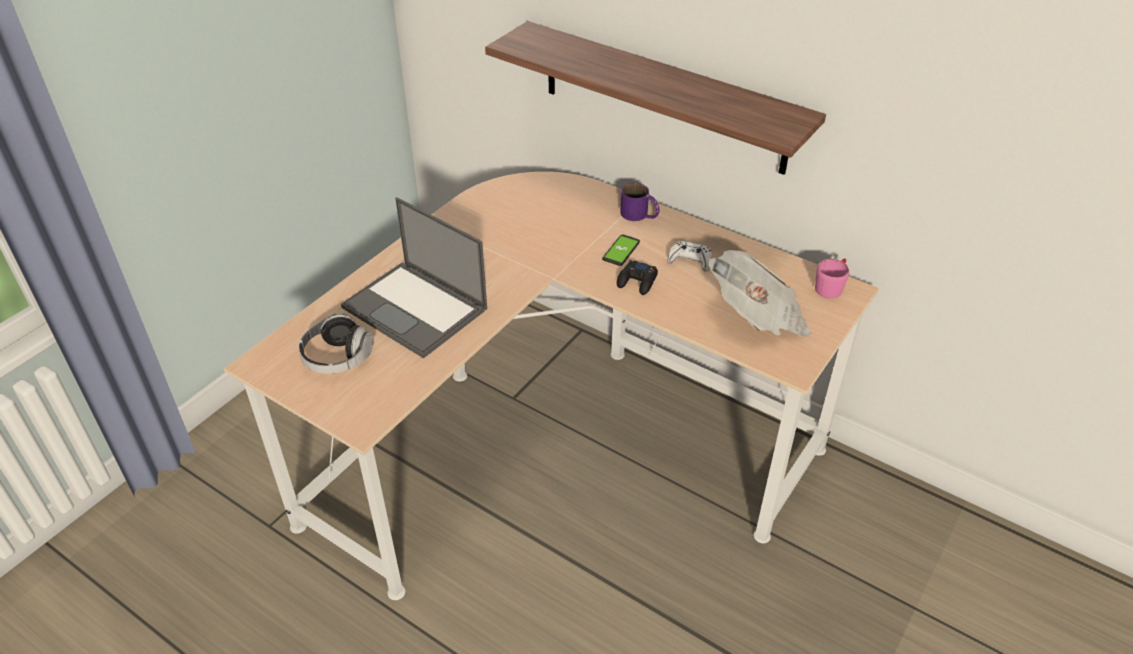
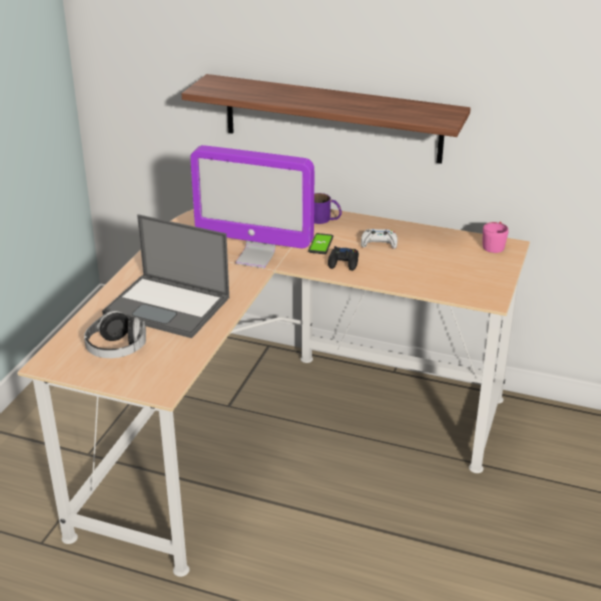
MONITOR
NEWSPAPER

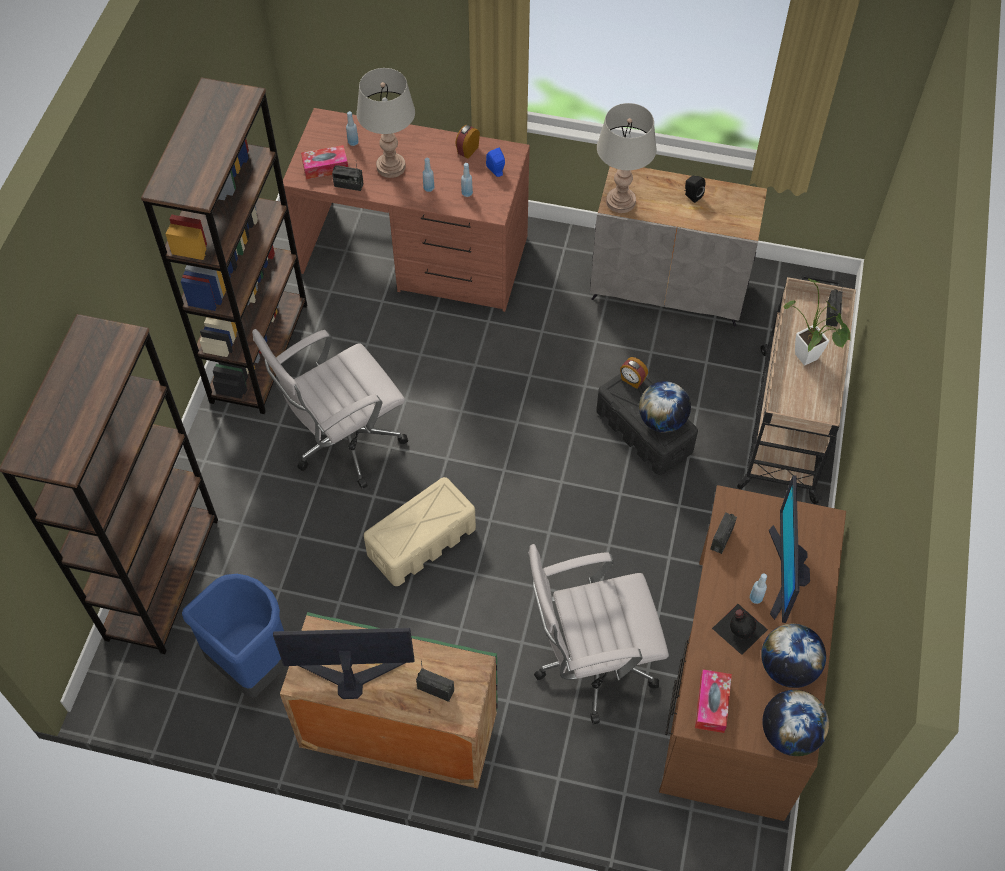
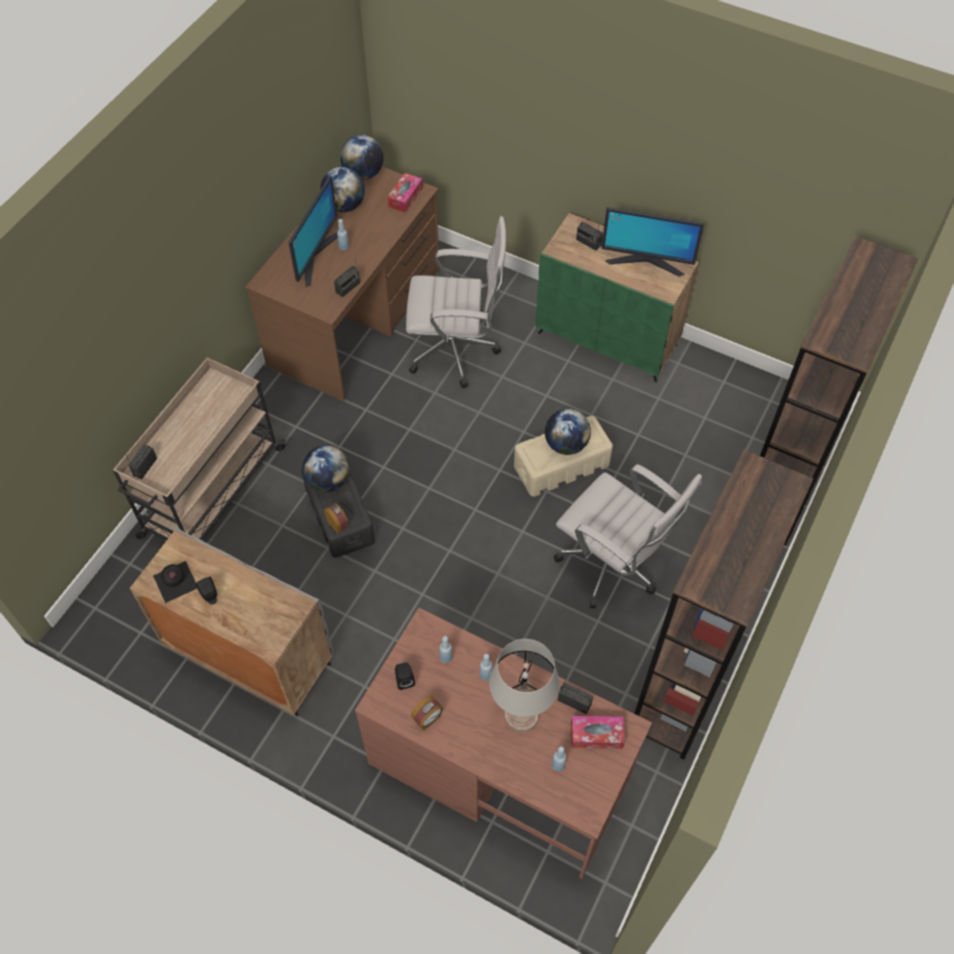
BLACK BOTTLE
BLACK SPEAKER (2nd from left)
GLOBE (4th from left)
WHITE OFFICE CHAIR (2nd from left)
BLUE TRASH CAN
GREY TABLE LAMP (2nd from left in the first image)
POTTED PLANT

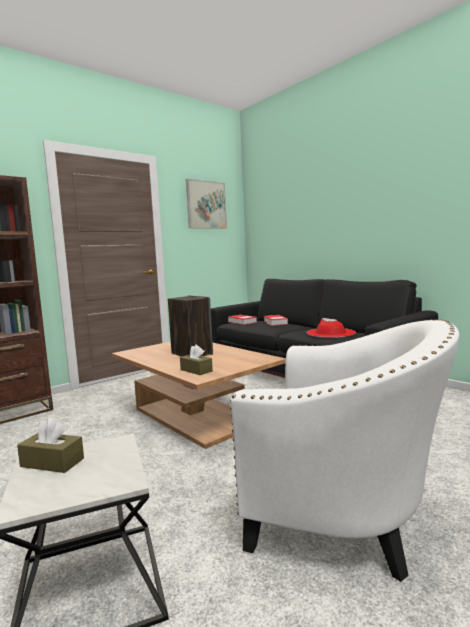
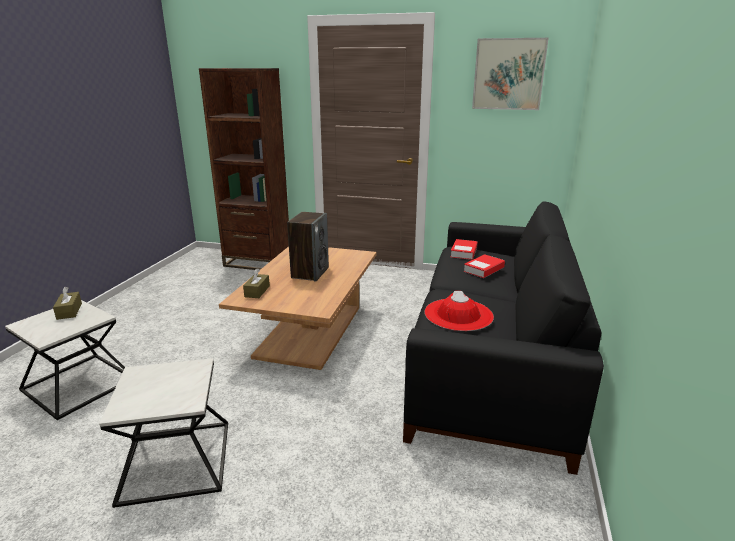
SIDE TABLE (2nd from left)

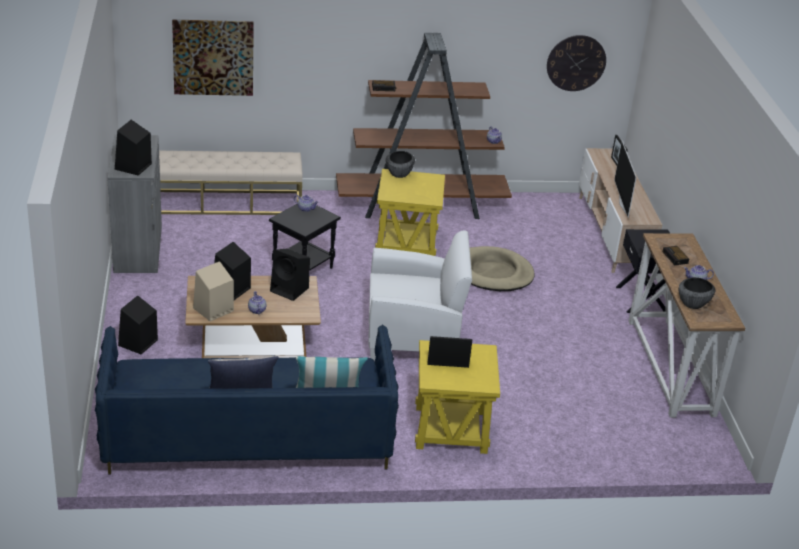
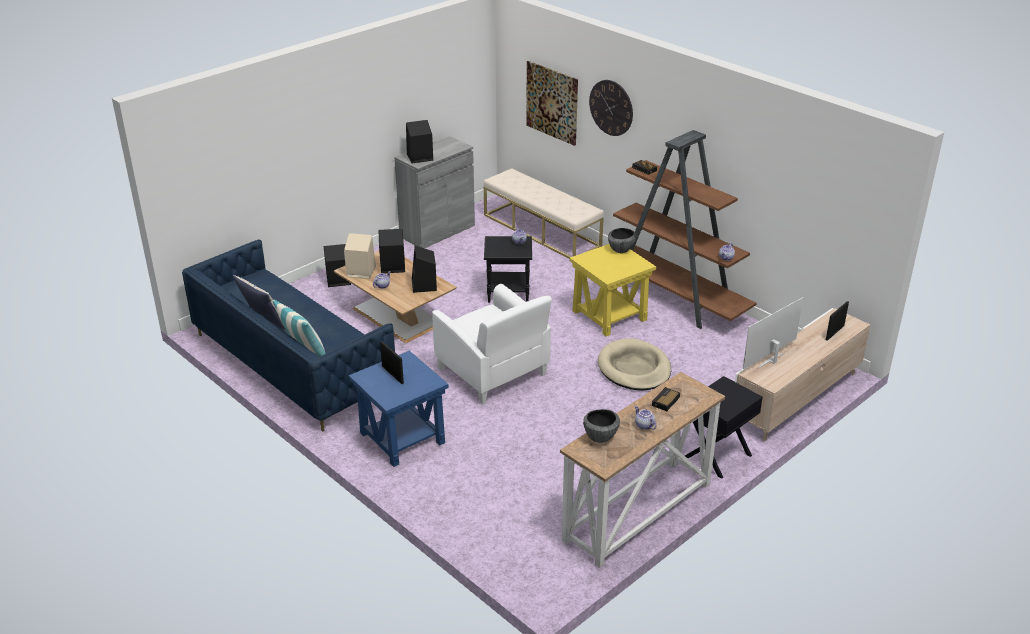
BLUE SIDE TABLE
WALL CLOCK

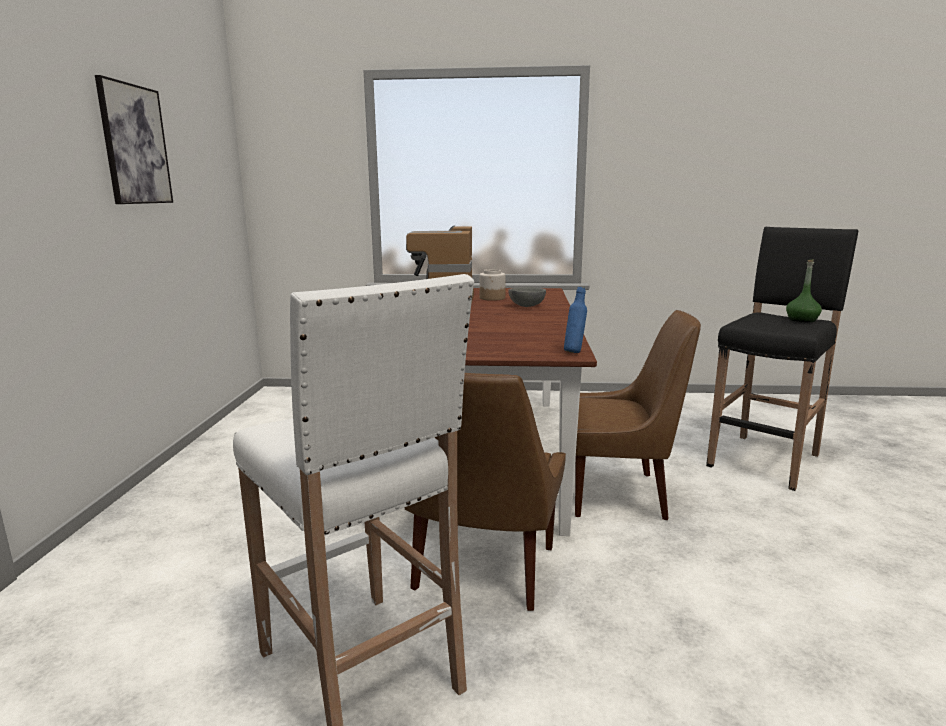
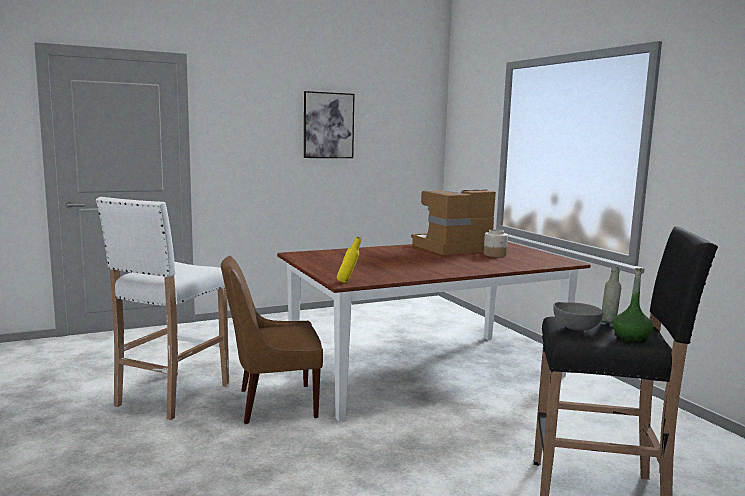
YELLOW BOTTLE
GREY BOWL
GREY BOTTLE
BROWN CHAIR (2nd from left in the first image)

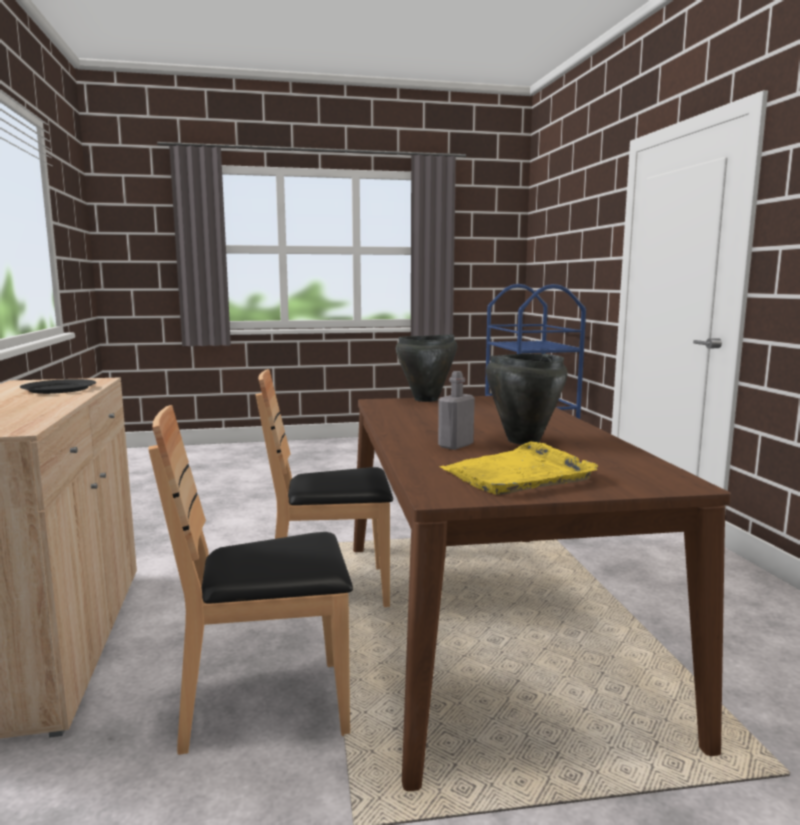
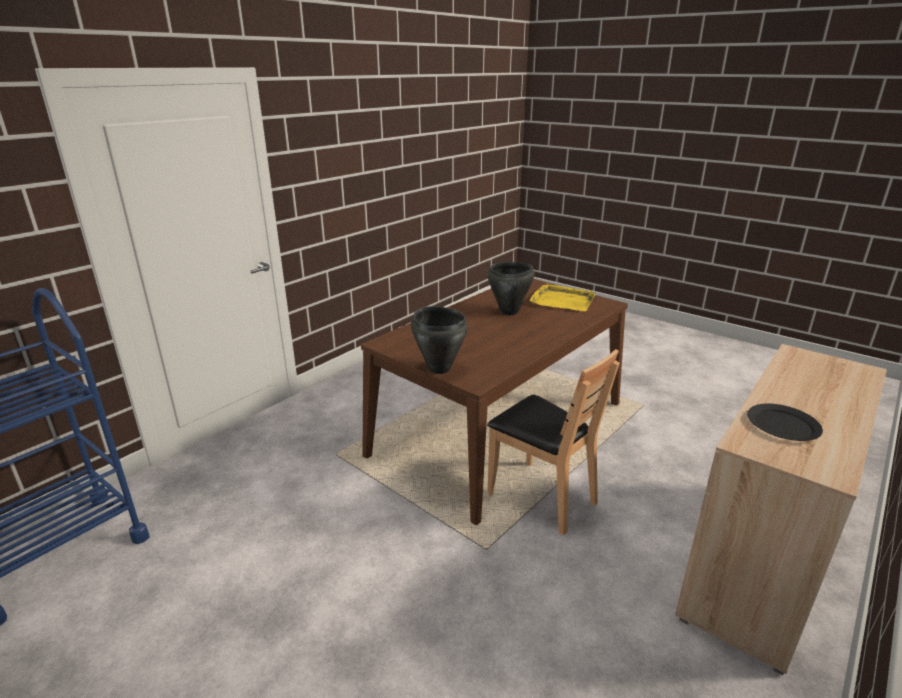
BROWN CHAIR (1st from left in the first image)
GREY BOTTLE

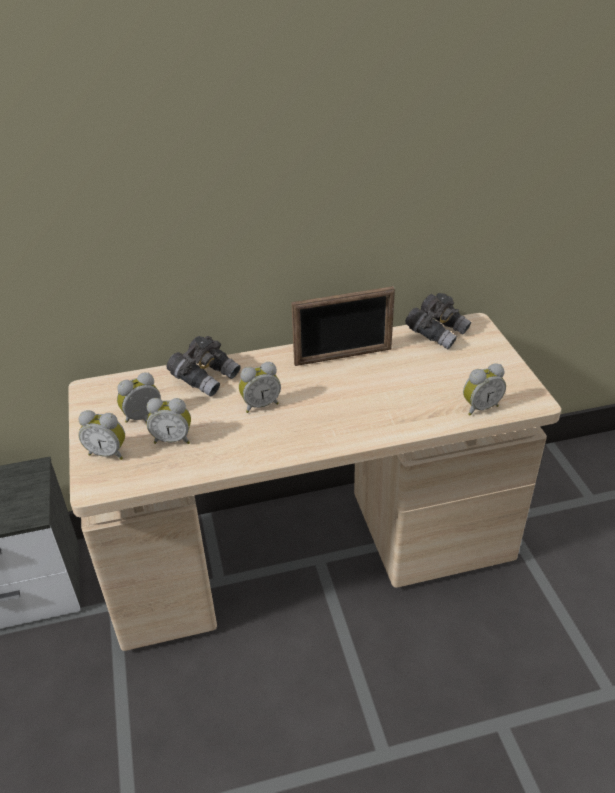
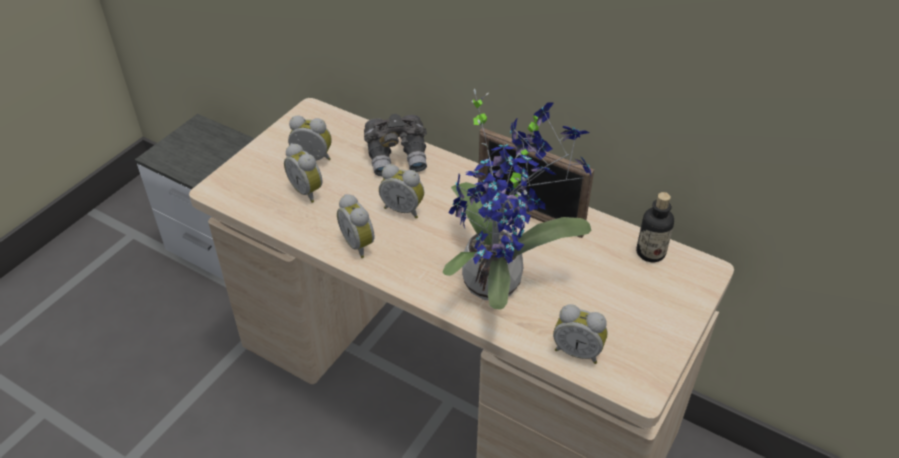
ALARM CLOCK (3rd from left)
POTTED PLANT
BOTTLE

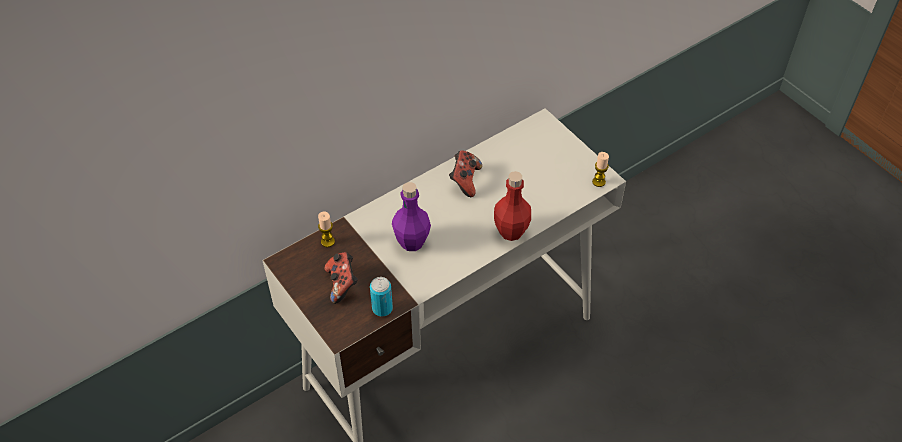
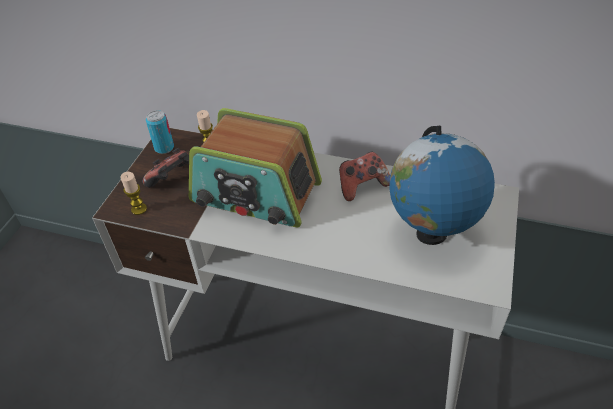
CANDLE (1st from left)
CAN
RADIO
GLOBE
RED BOTTLE

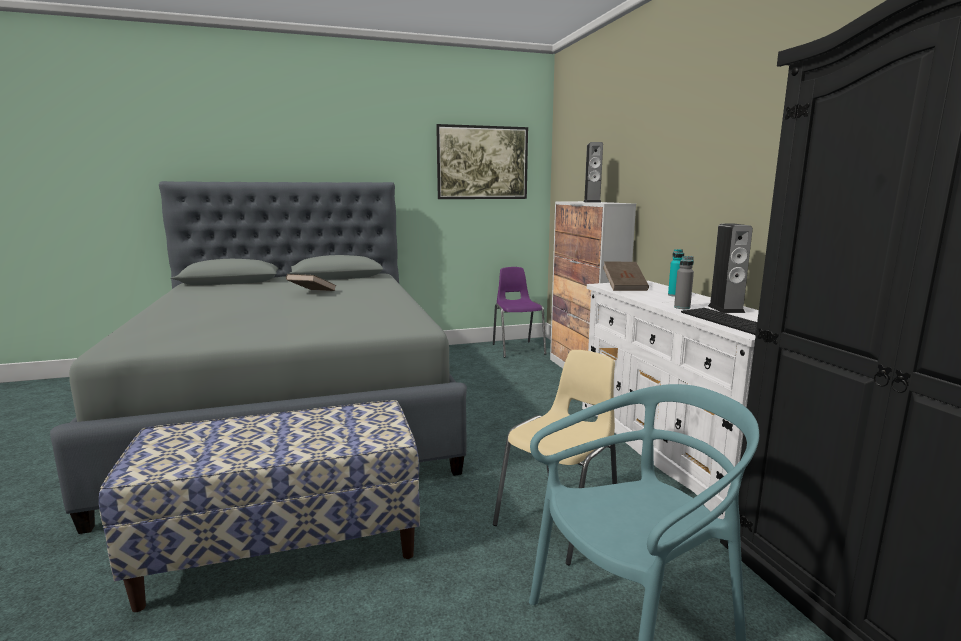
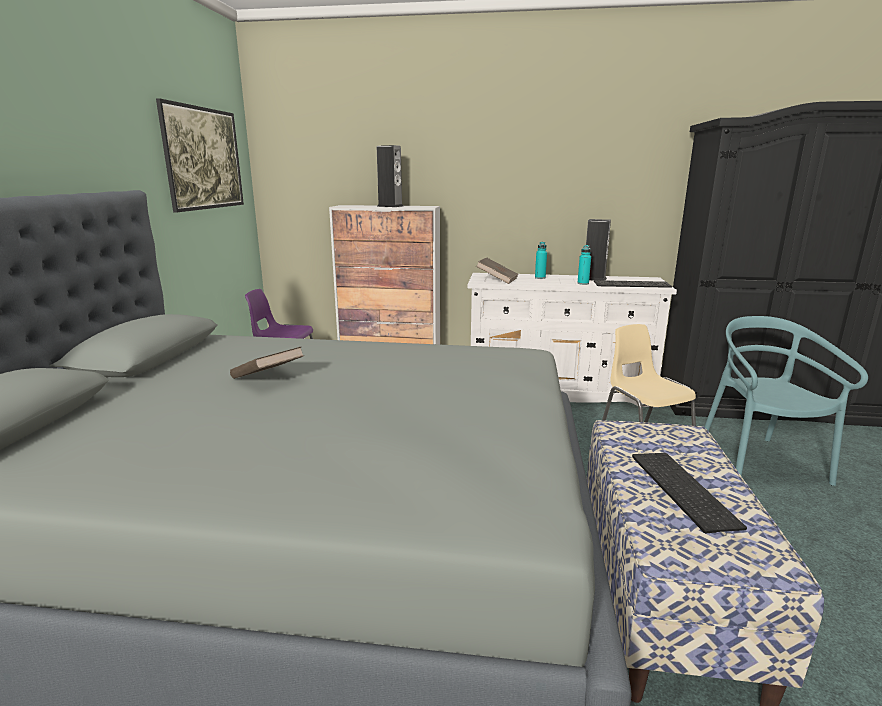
TURQUOISE BOTTLE (2nd from left)
KEYBOARD (2nd from left)

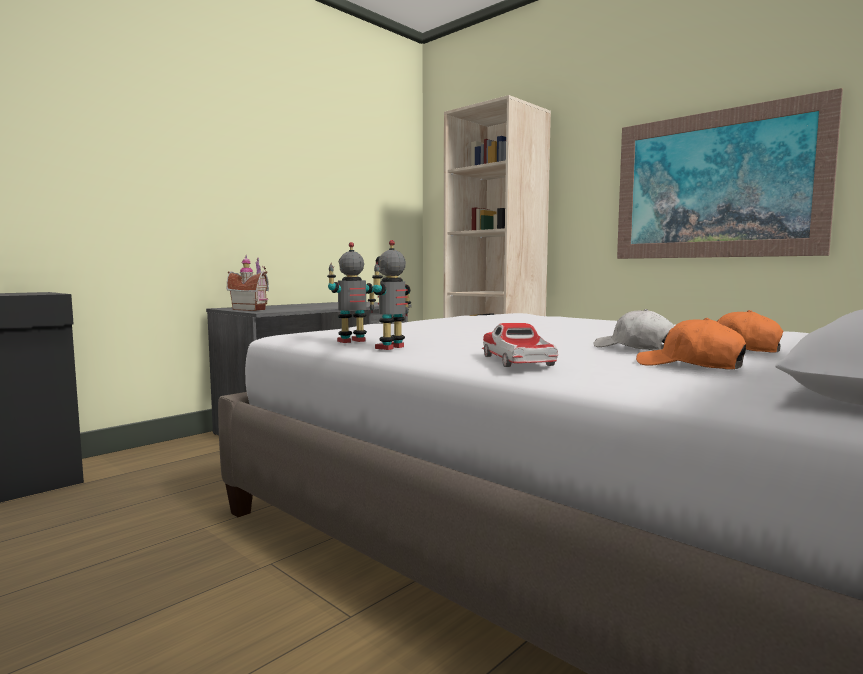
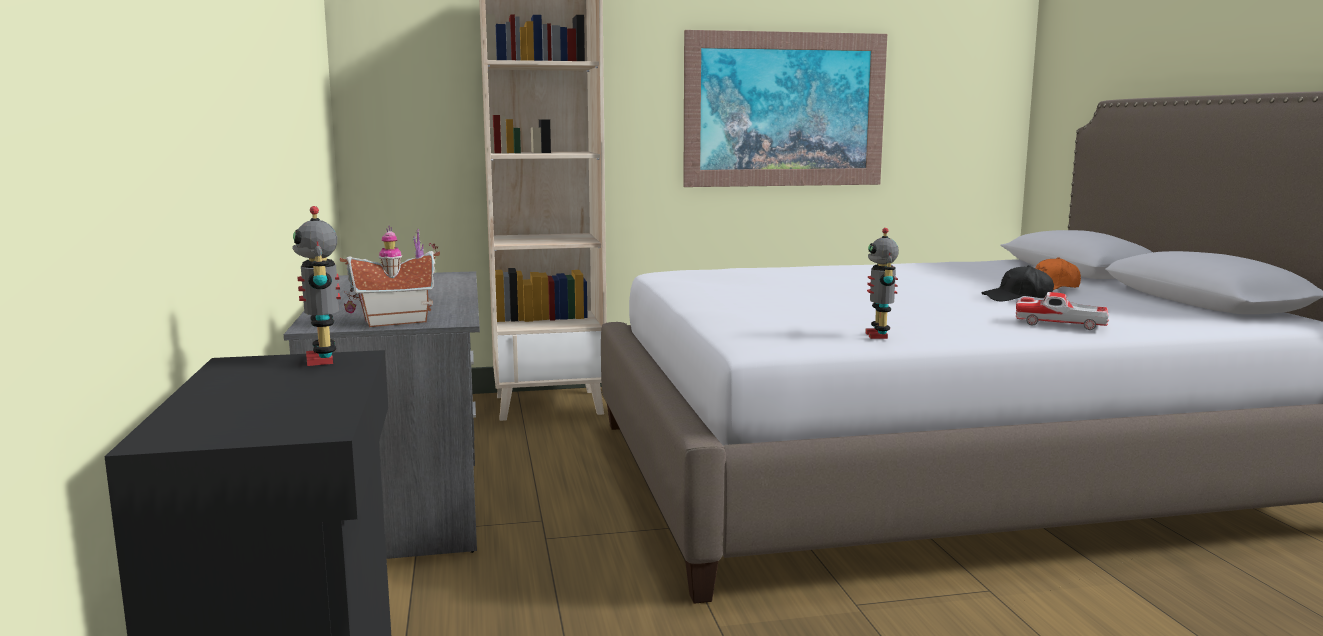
TOY ROBOT (1st from left)
BLACK CAP
ORANGE CAP (1st from left in the first image)

